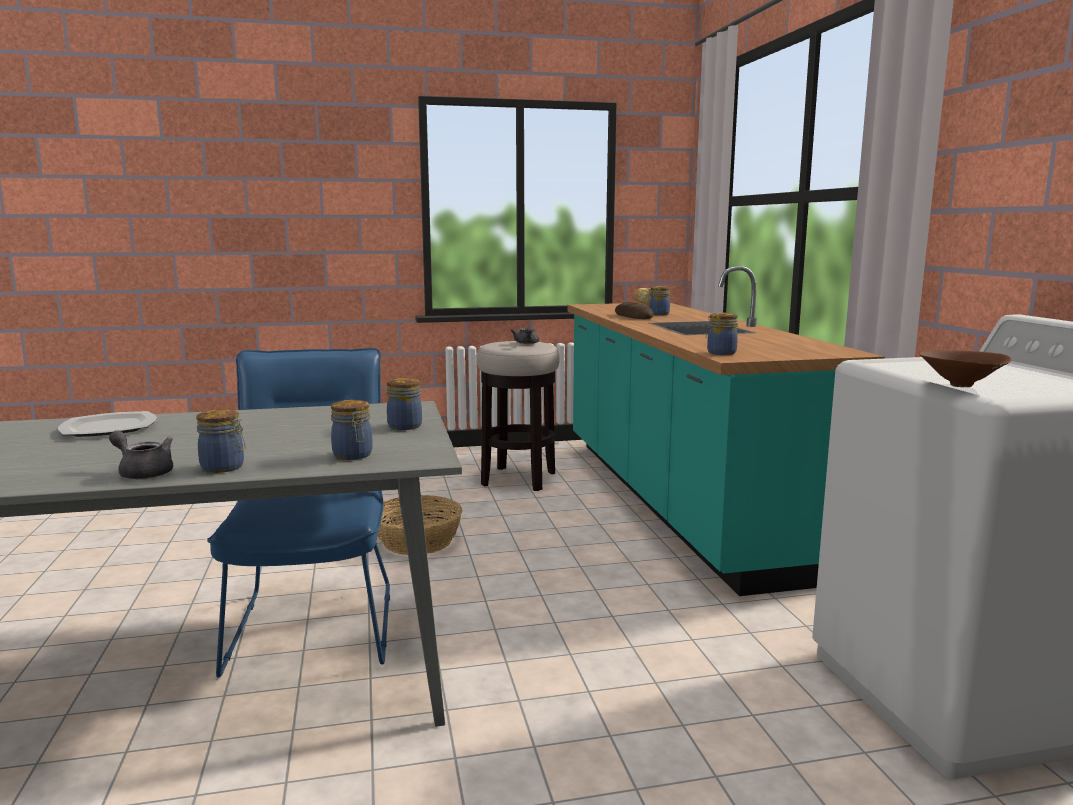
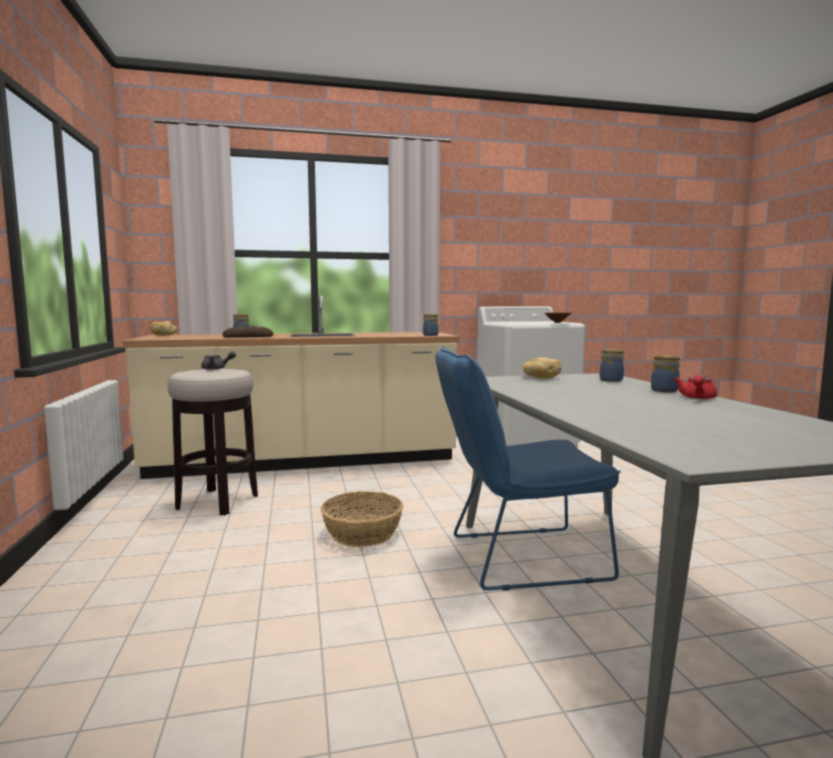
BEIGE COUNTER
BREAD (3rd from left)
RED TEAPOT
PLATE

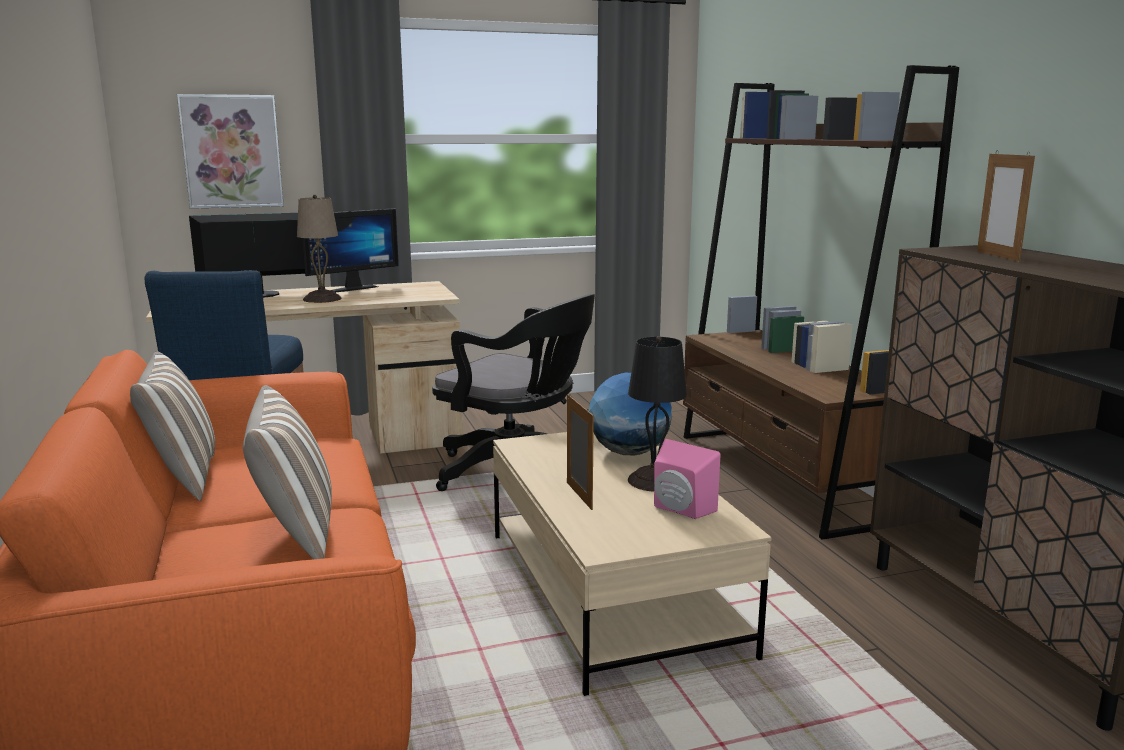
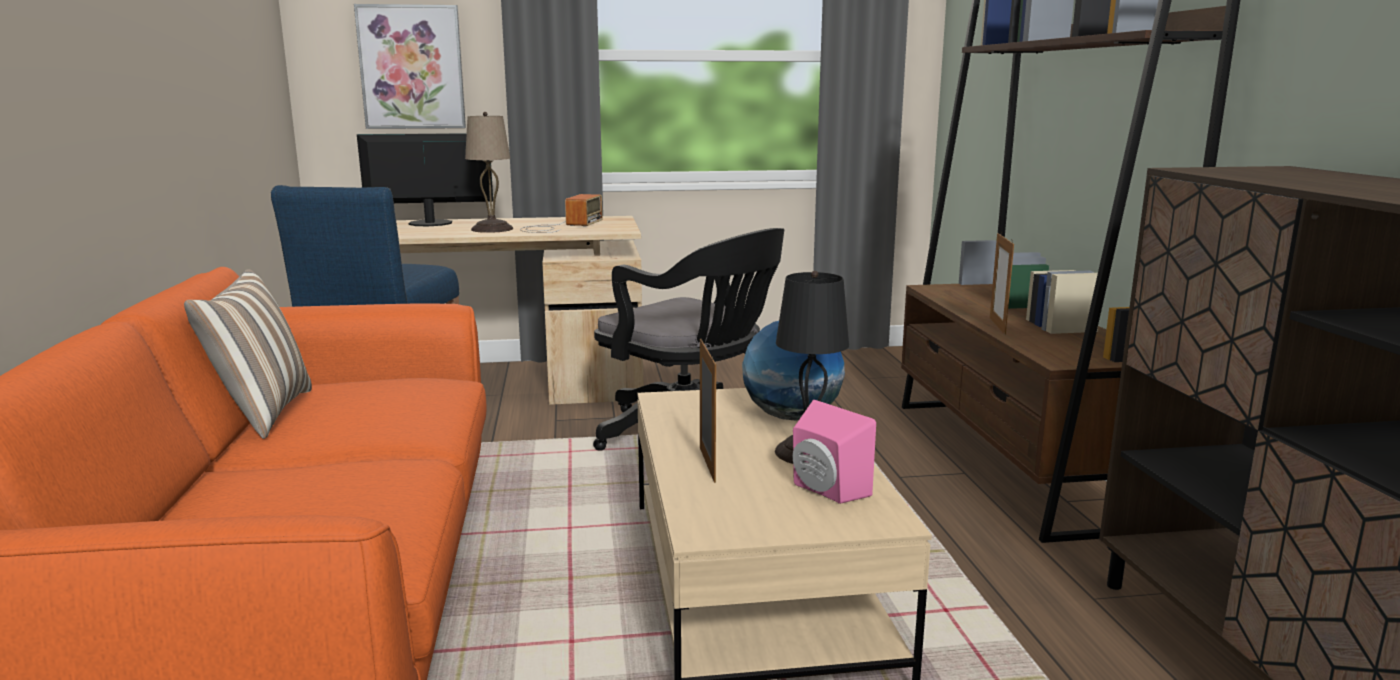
RADIO
PICTURE FRAME (2nd from left)
PILLOW (2nd from left in the first image)
MONITOR (2nd from left in the first image)

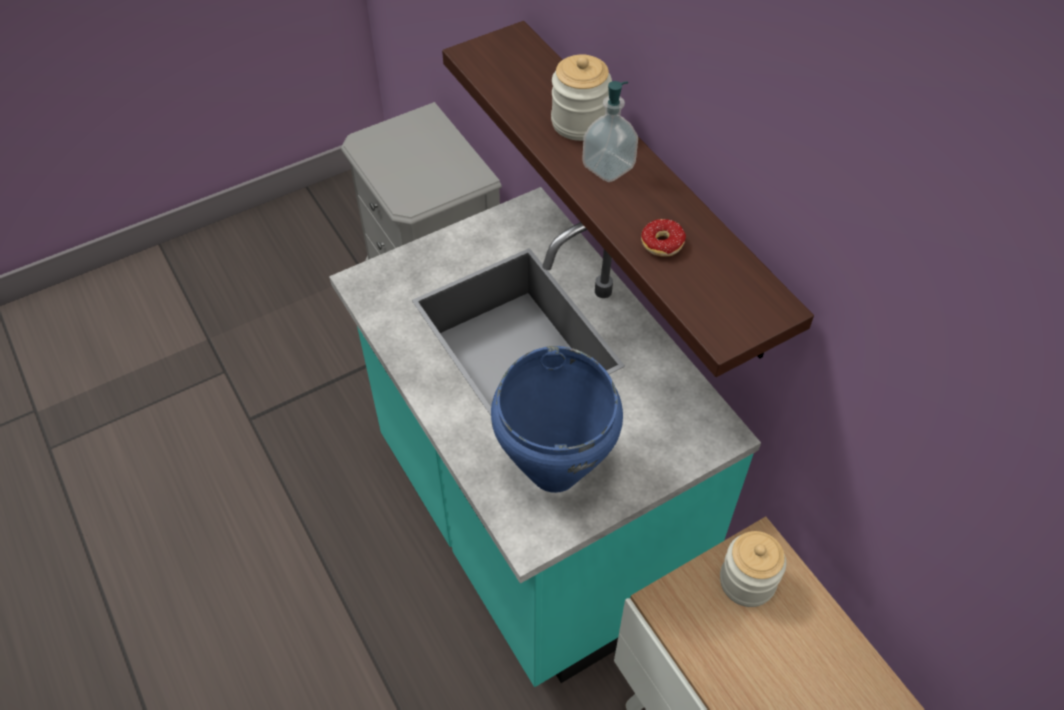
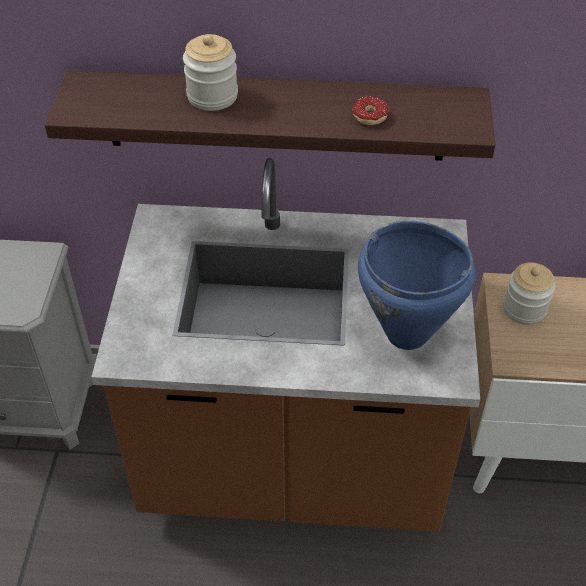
BROWN COUNTER
SOAP DISPENSER

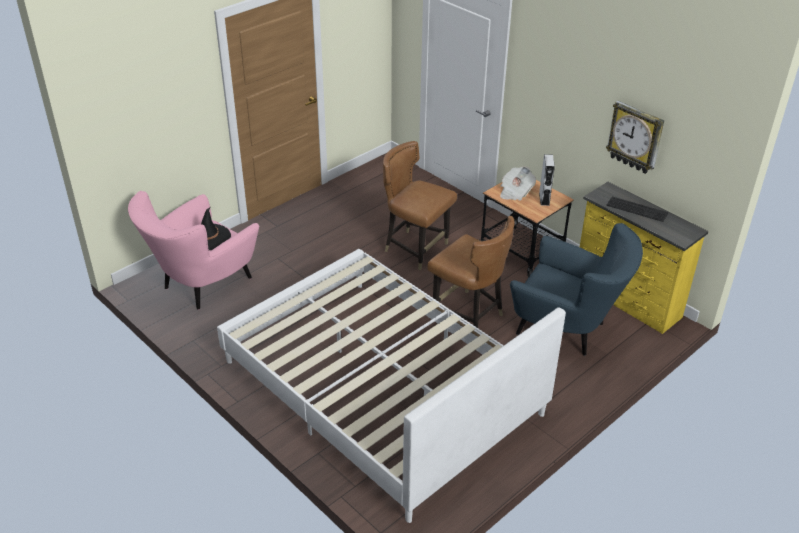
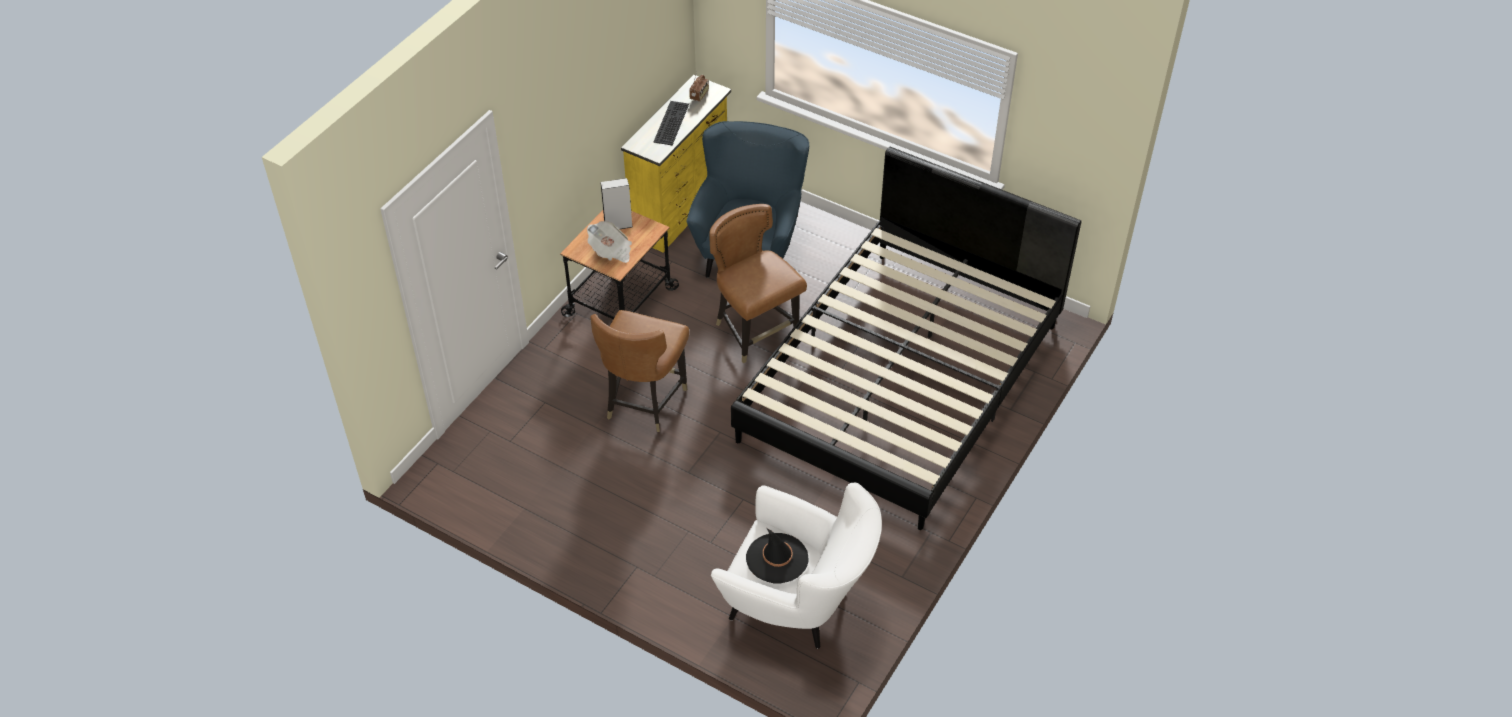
RADIO
BROWN CHAIR (2nd from left)
WHITE ARMCHAIR
BLACK BED
WALL CLOCK

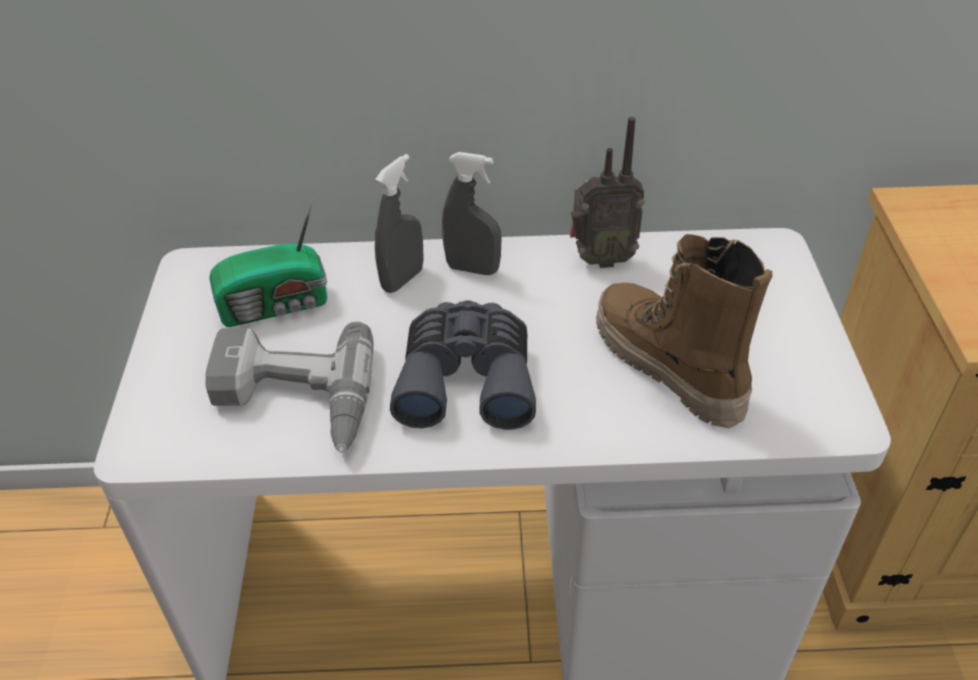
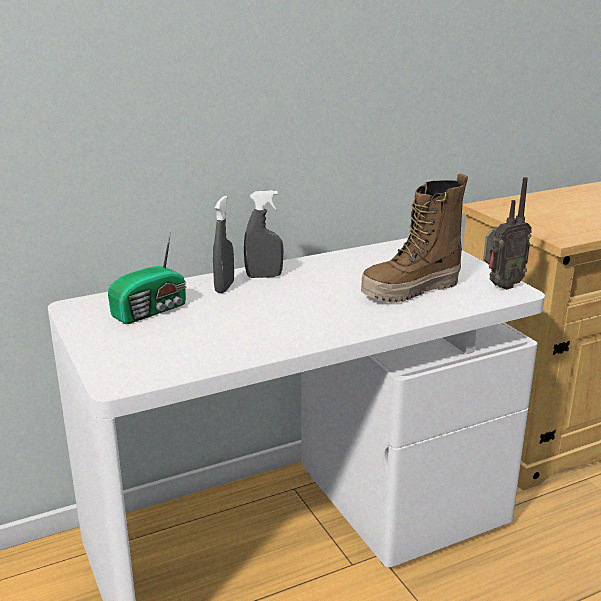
BOOT
RADIO (2nd from left)
POWER DRILL
GREY BINOCULARS

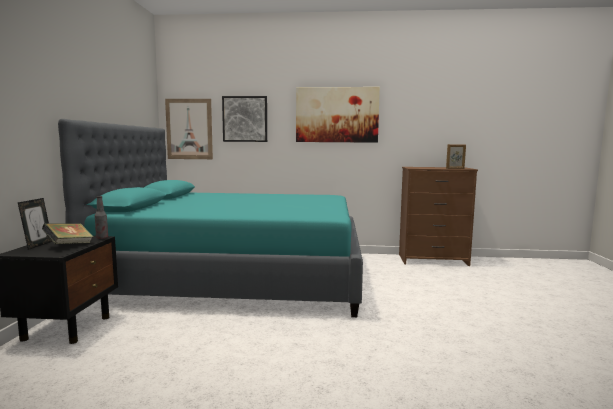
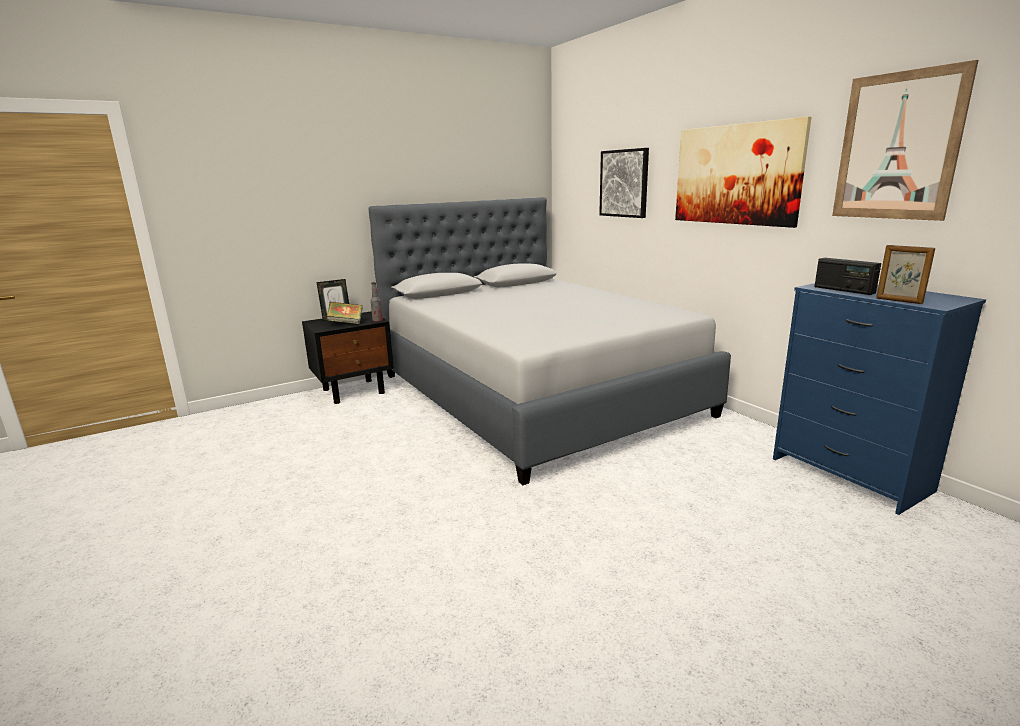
GREY BED
BLUE DRESSER
RADIO
PICTURE (3rd from left)

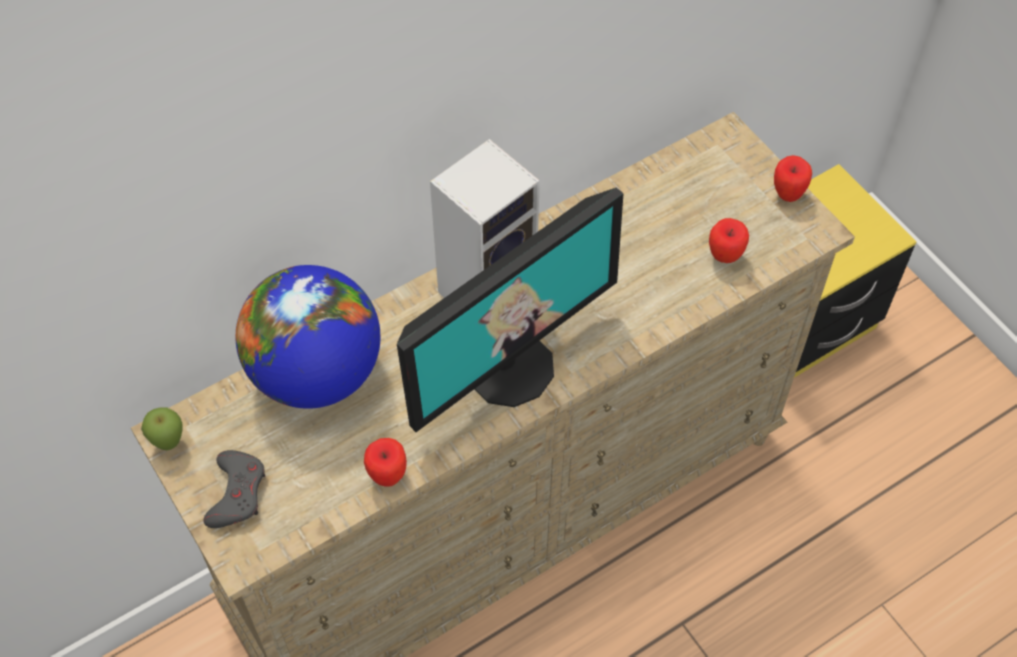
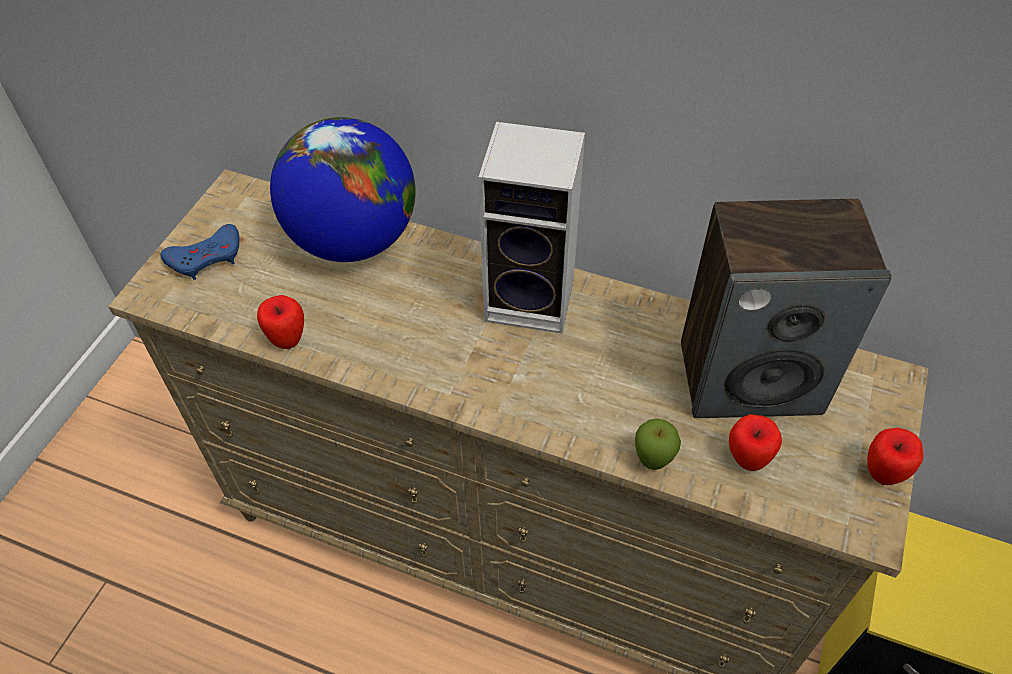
BLUE GAME CONTROLLER
APPLE (2nd from left)
SPEAKER (2nd from left)
MONITOR

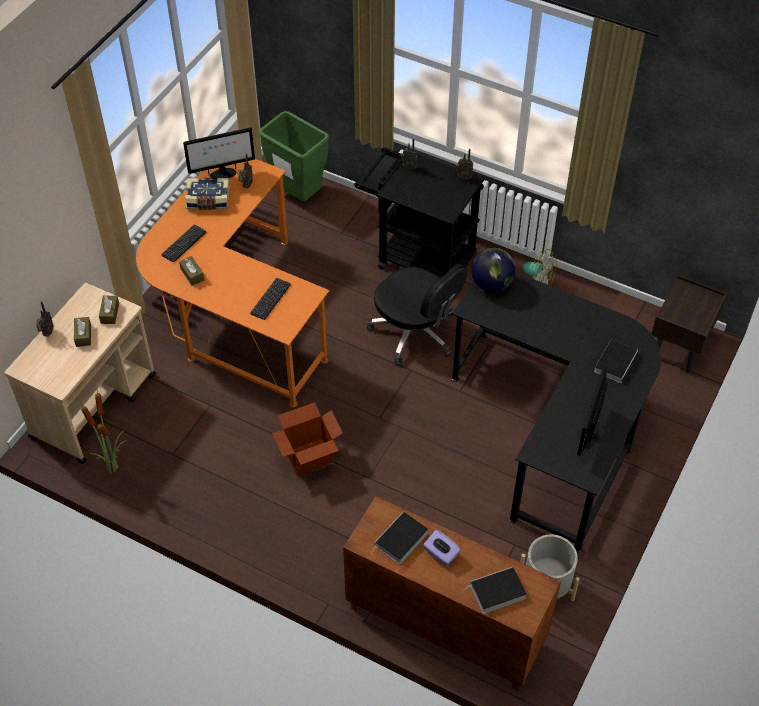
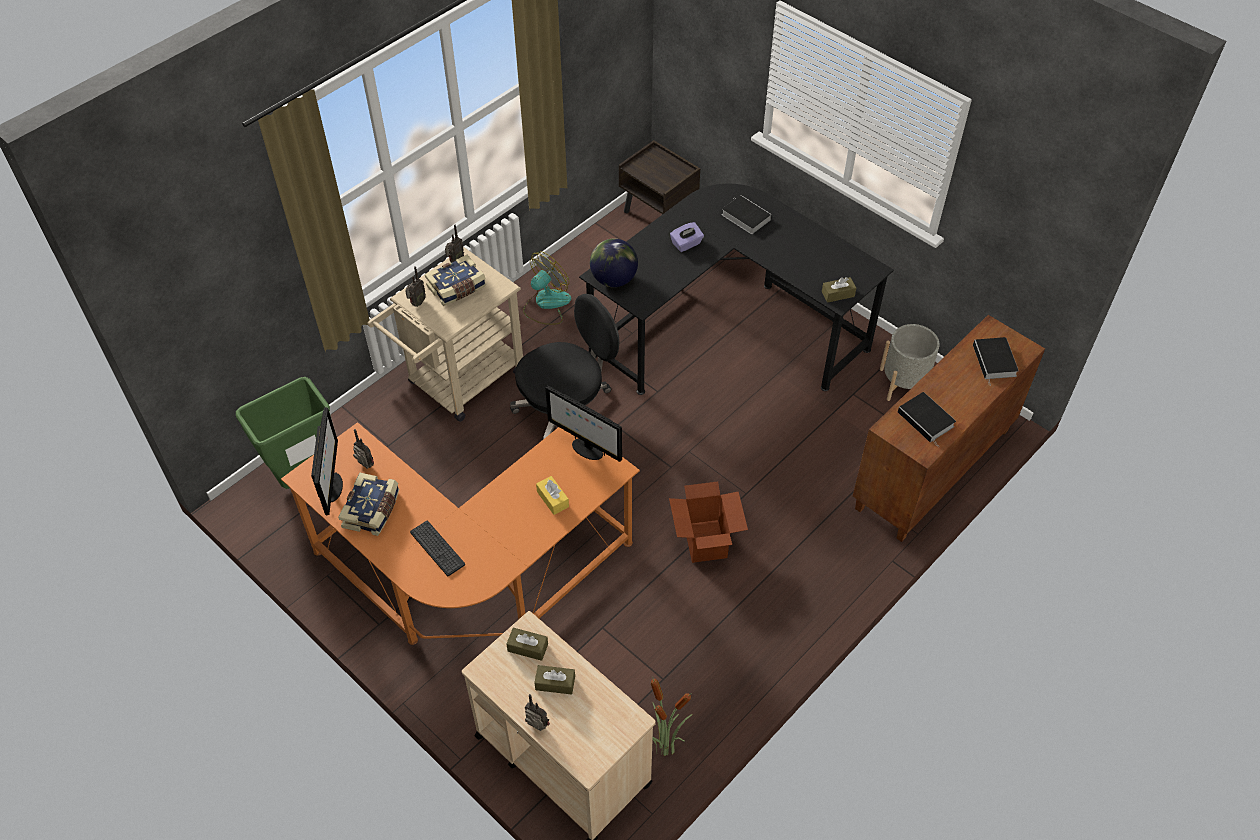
BEIGE CART (1st from left)
BOOK (2nd from left)
YELLOW TISSUE BOX
MONITOR (2nd from left)
PURPLE TISSUE BOX
BROWN TISSUE BOX (3rd from left)
KEYBOARD (2nd from left in the first image)

